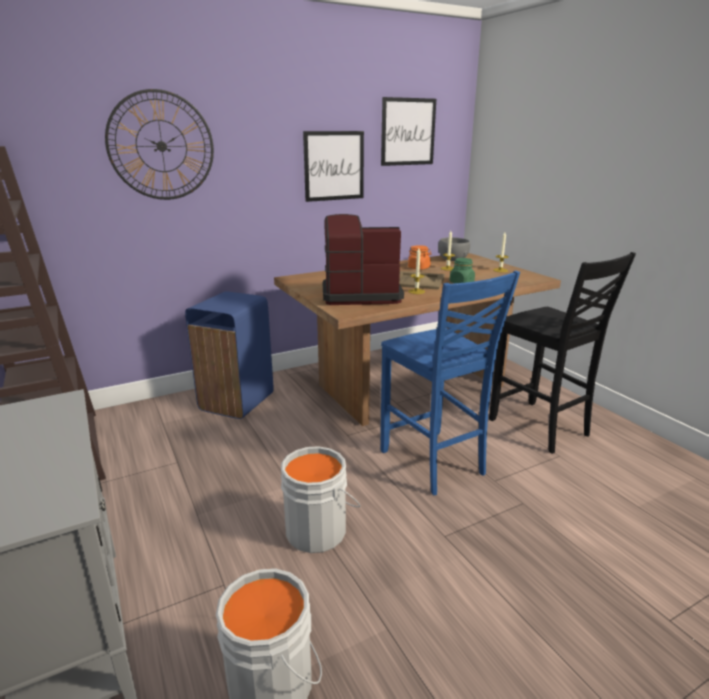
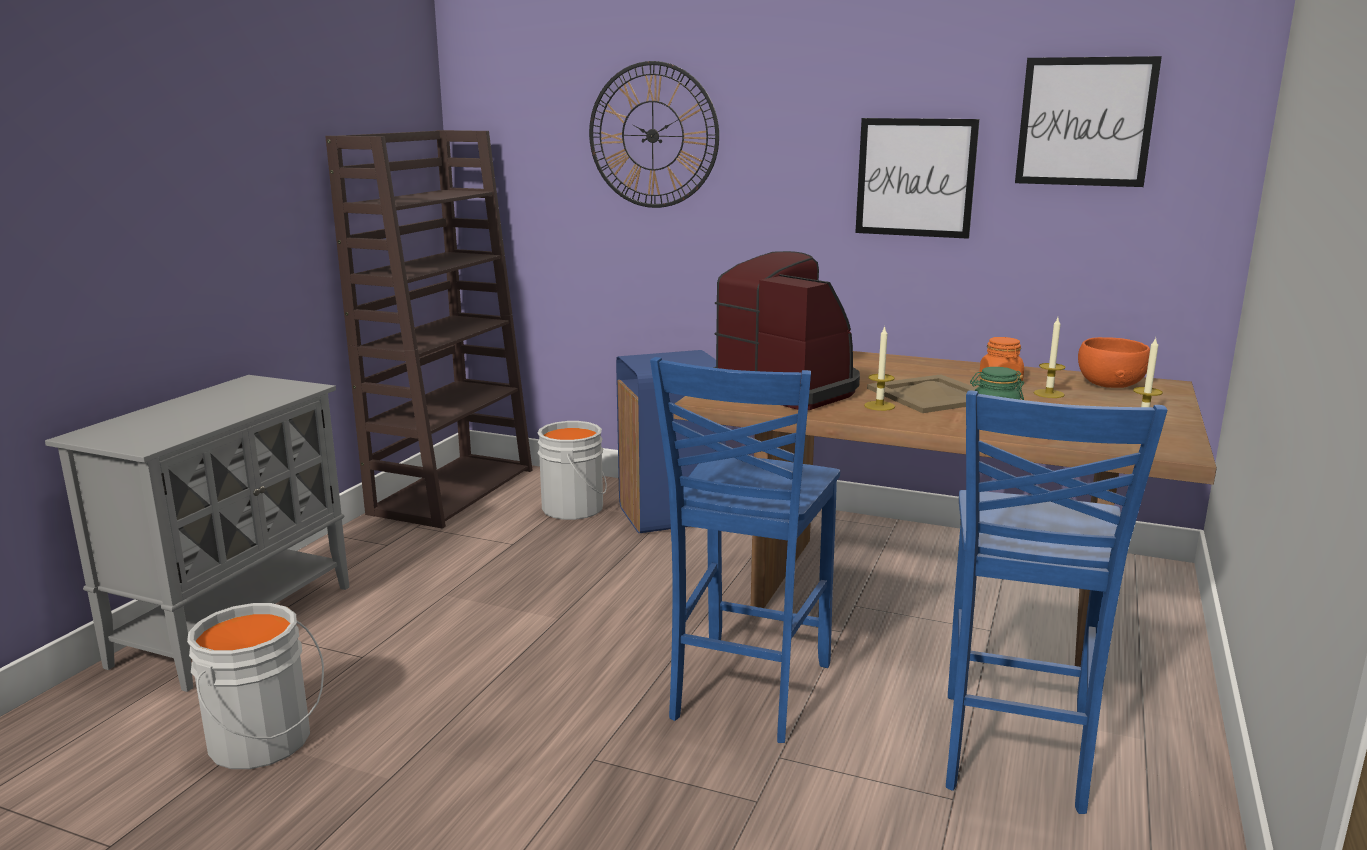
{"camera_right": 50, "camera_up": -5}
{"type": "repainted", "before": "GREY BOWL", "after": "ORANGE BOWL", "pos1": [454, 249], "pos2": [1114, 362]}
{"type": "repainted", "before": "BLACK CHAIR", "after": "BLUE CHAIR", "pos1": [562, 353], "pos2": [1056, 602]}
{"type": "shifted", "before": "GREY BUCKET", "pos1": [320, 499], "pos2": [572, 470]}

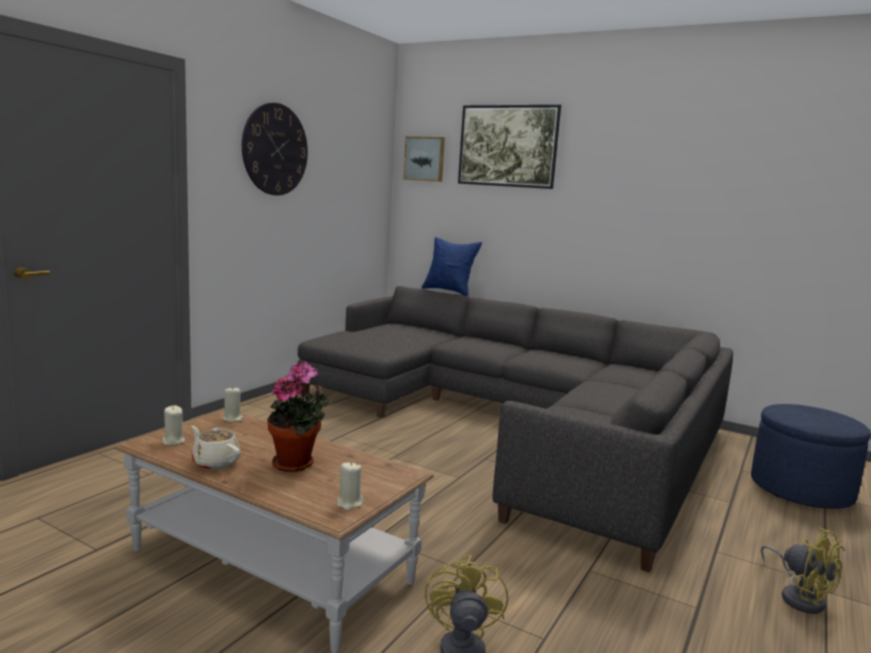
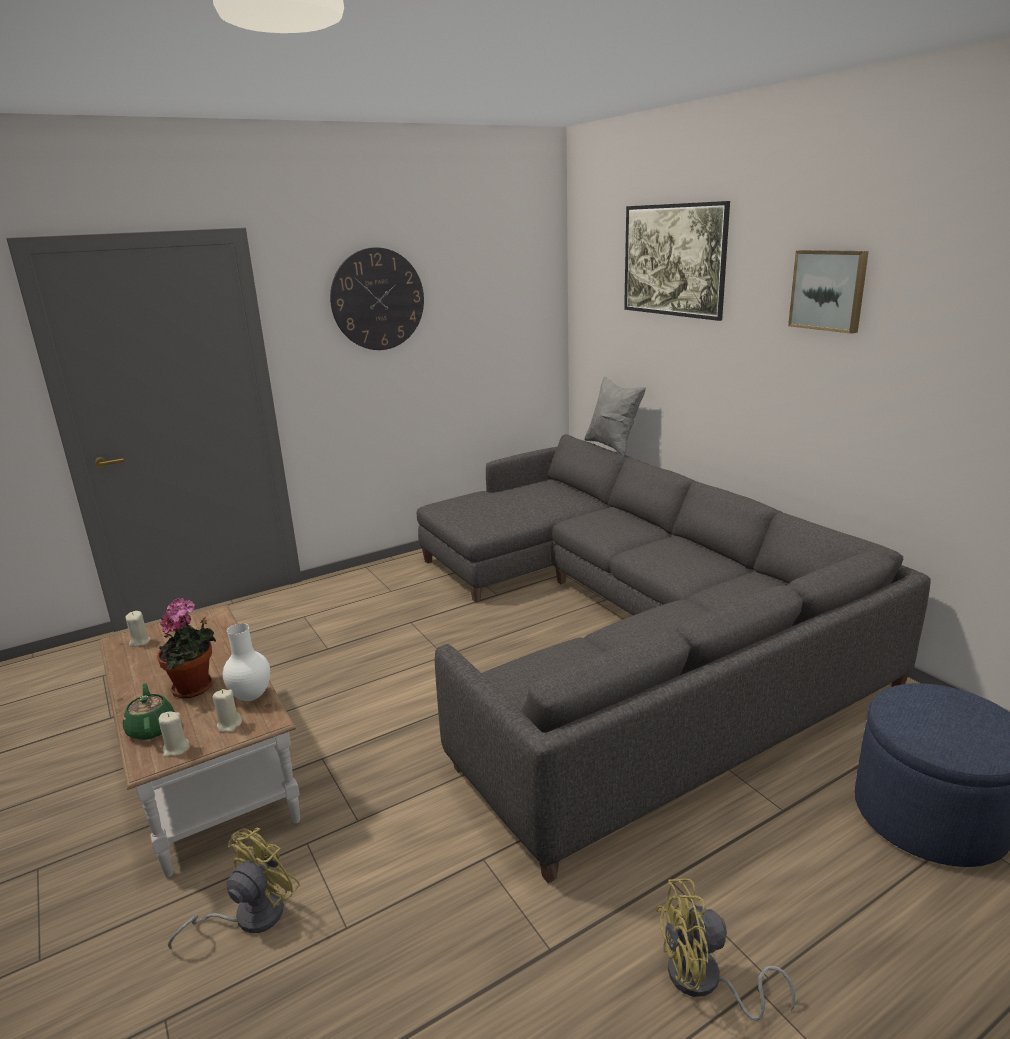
{"camera_right": 30, "camera_up": 10}
{"type": "shifted", "before": "PICTURE", "pos1": [424, 159], "pos2": [828, 292]}
{"type": "repainted", "before": "BLUE PILLOW", "after": "GREY PILLOW", "pos1": [452, 267], "pos2": [615, 417]}
{"type": "shifted", "before": "BEIGE CANDLE", "pos1": [233, 404], "pos2": [227, 710]}
{"type": "gone", "before": "BEIGE TEAPOT", "pos1": [216, 448]}
{"type": "rotated", "before": "YELLOW FAN", "pos1": [802, 570], "pos2": [725, 950], "turn": 90}
{"type": "new", "after": "WHITE VASE", "pos2": [246, 662]}
{"type": "new", "after": "GREEN TEAPOT", "pos2": [149, 711]}

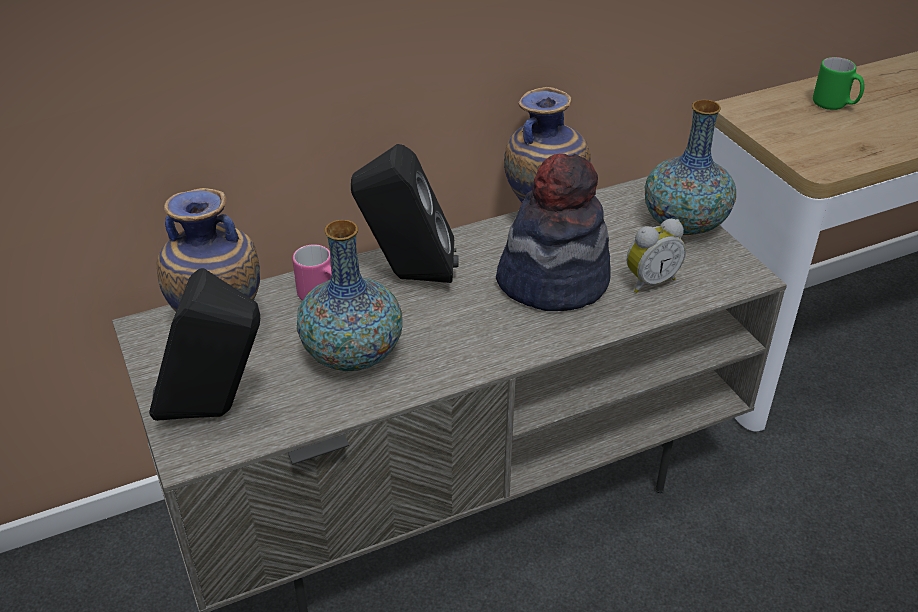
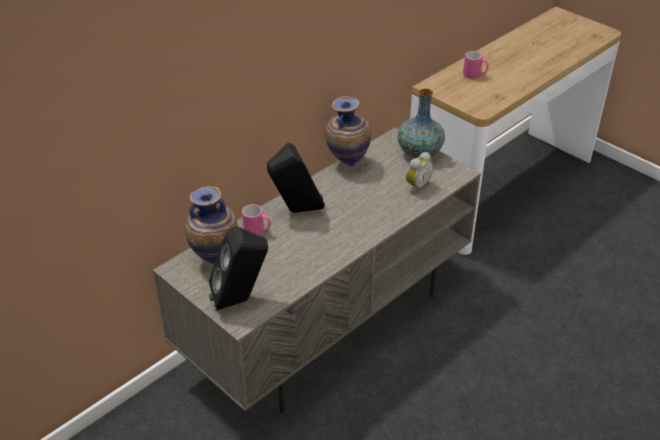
{"camera_right": -20, "camera_up": 0}
{"type": "repainted", "before": "GREEN MUG", "after": "PINK MUG", "pos1": [839, 83], "pos2": [476, 65]}
{"type": "gone", "before": "HAT", "pos1": [553, 232]}
{"type": "gone", "before": "VASE", "pos1": [350, 295]}

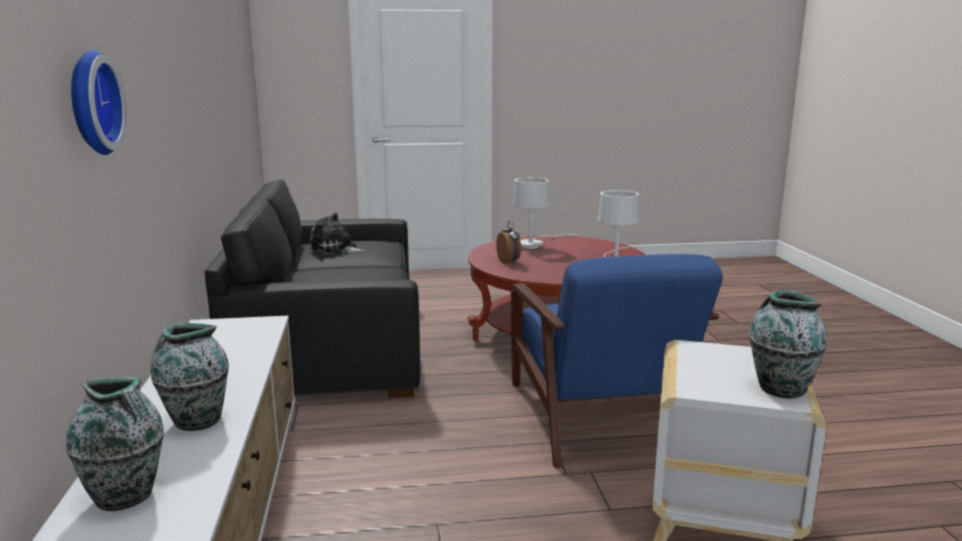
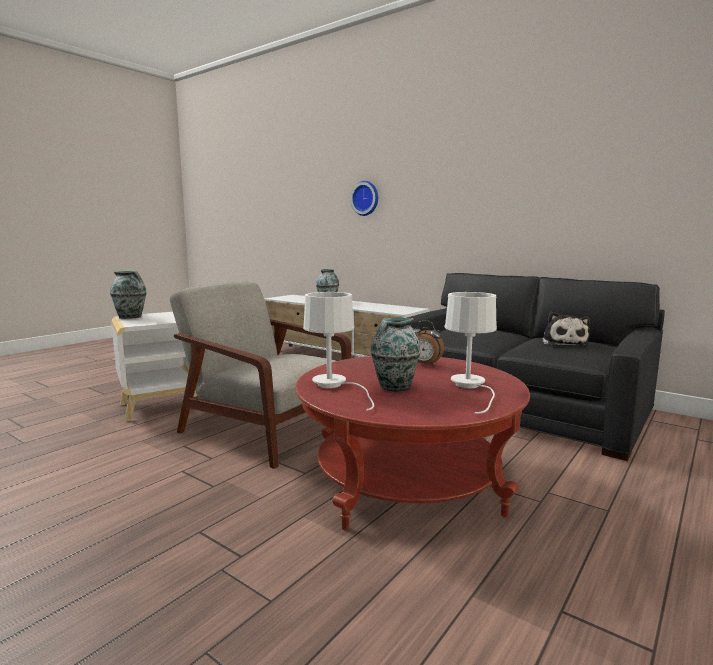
{"camera_right": 135, "camera_up": -5}
{"type": "rotated", "before": "PLUSH TOY", "pos1": [337, 233], "pos2": [566, 329], "turn": 120}
{"type": "repainted", "before": "BLUE ARMCHAIR", "after": "GREY ARMCHAIR", "pos1": [617, 361], "pos2": [261, 375]}
{"type": "shifted", "before": "VASE", "pos1": [115, 444], "pos2": [395, 355]}

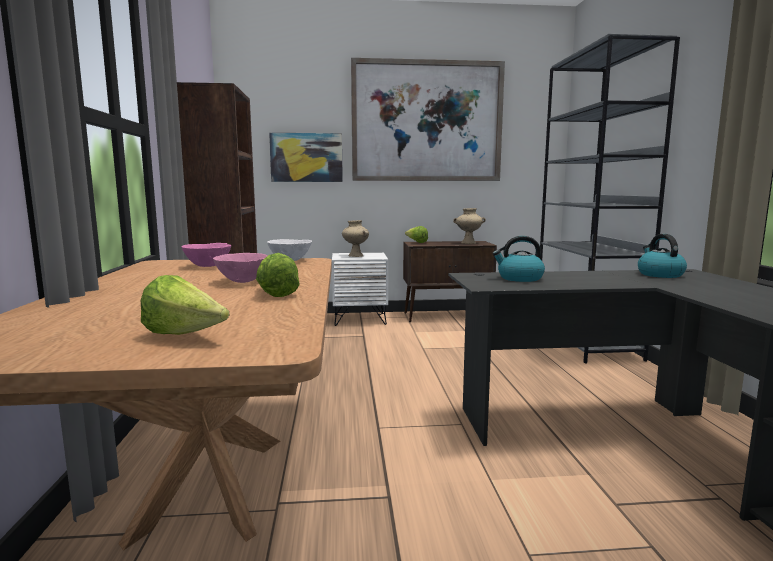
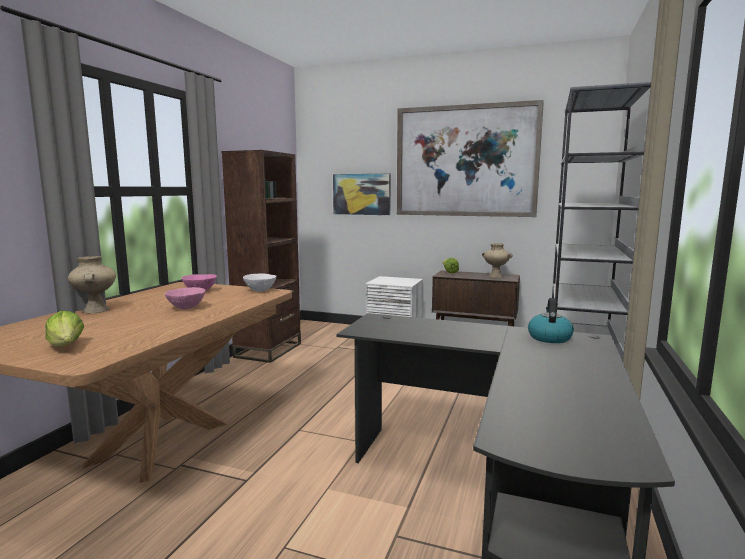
{"camera_right": 25, "camera_up": 0}
{"type": "shifted", "before": "BEIGE VASE", "pos1": [355, 238], "pos2": [92, 284]}
{"type": "gone", "before": "KETTLE", "pos1": [518, 259]}
{"type": "gone", "before": "LETTUCE", "pos1": [278, 275]}

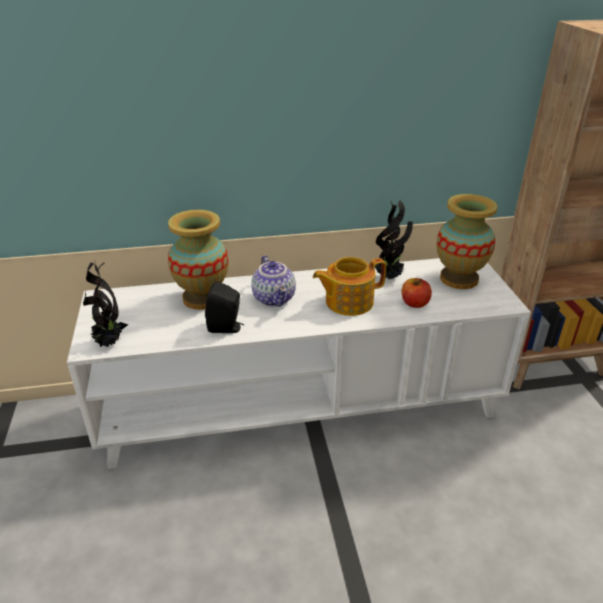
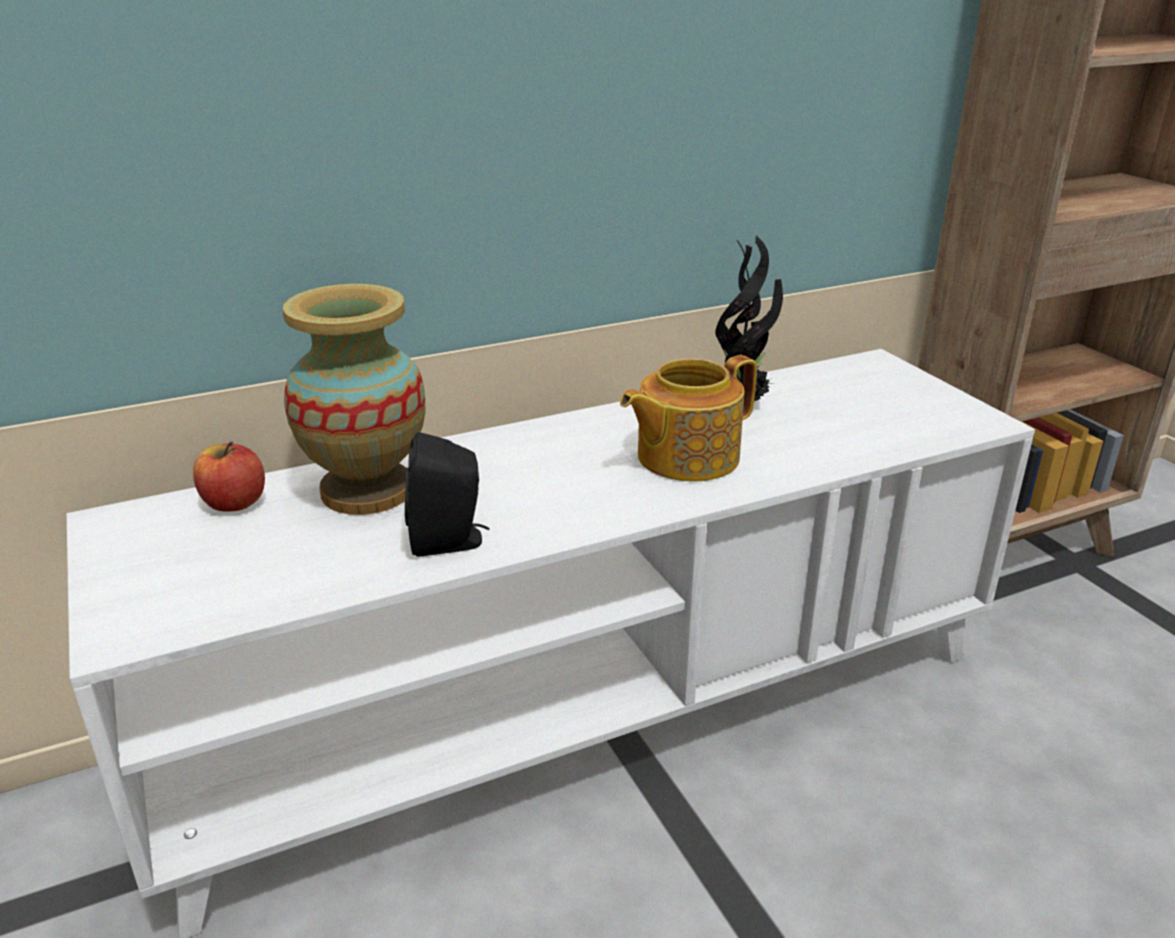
{"camera_right": -15, "camera_up": -5}
{"type": "gone", "before": "VASE", "pos1": [467, 241]}
{"type": "gone", "before": "TEAPOT", "pos1": [273, 281]}
{"type": "gone", "before": "POTTED PLANT", "pos1": [106, 304]}
{"type": "shifted", "before": "APPLE", "pos1": [417, 293], "pos2": [229, 476]}

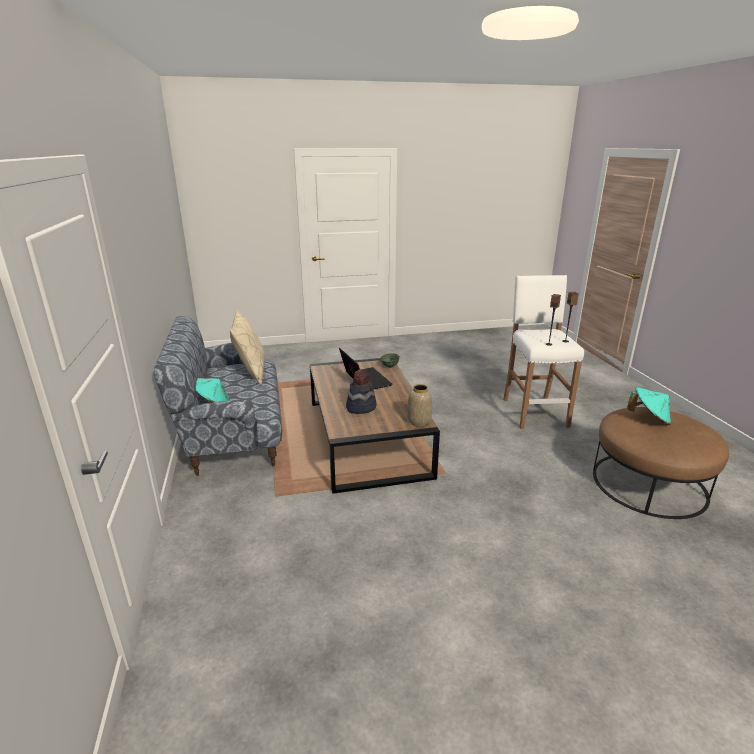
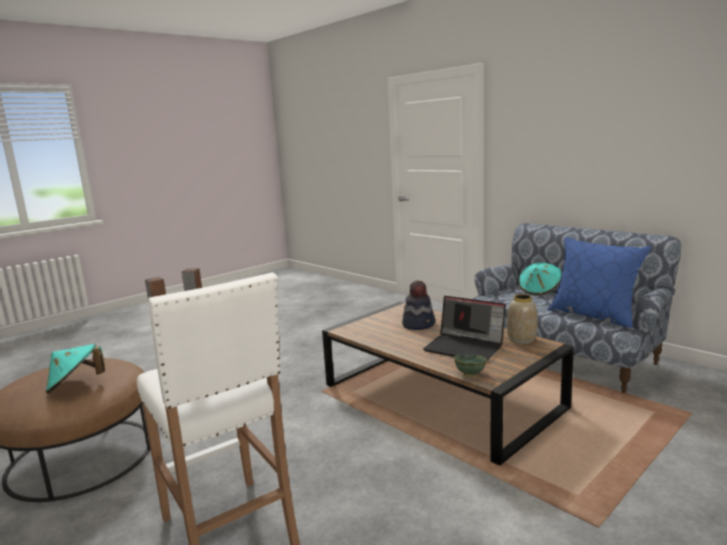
{"camera_right": 150, "camera_up": -10}
{"type": "repainted", "before": "BEIGE PILLOW", "after": "BLUE PILLOW", "pos1": [247, 347], "pos2": [600, 283]}
{"type": "shifted", "before": "VASE", "pos1": [419, 405], "pos2": [522, 319]}

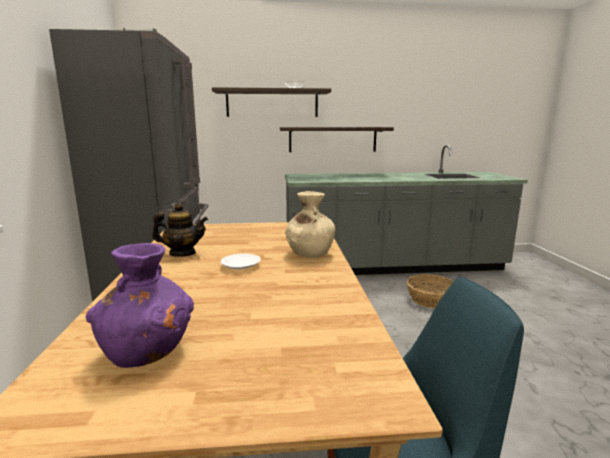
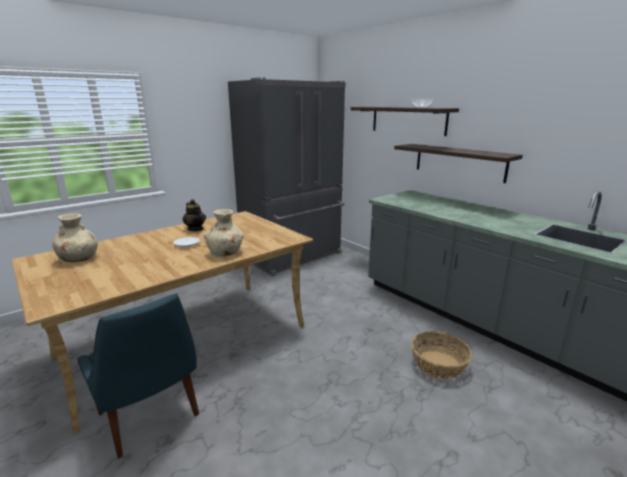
{"camera_right": 55, "camera_up": 5}
{"type": "repainted", "before": "PURPLE VASE", "after": "BEIGE VASE", "pos1": [140, 305], "pos2": [75, 237]}

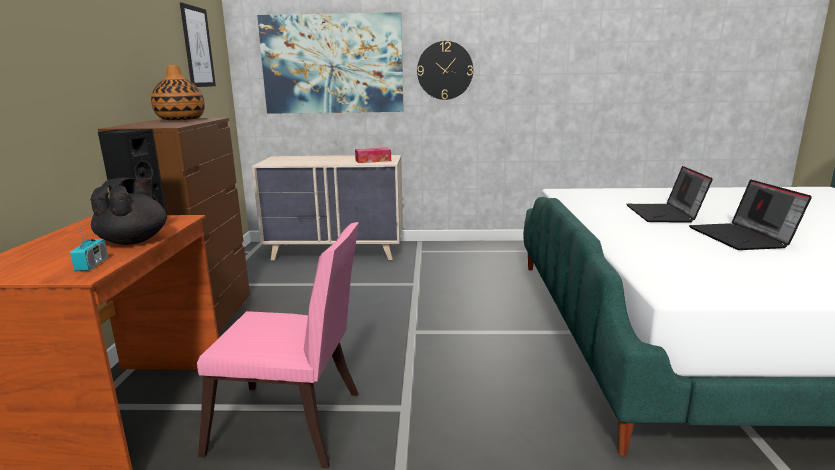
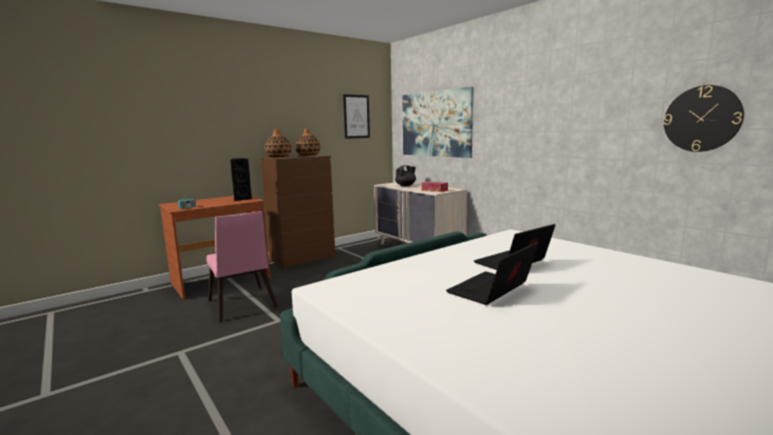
{"camera_right": 50, "camera_up": -5}
{"type": "shifted", "before": "WALL CLOCK", "pos1": [445, 70], "pos2": [704, 118]}
{"type": "shifted", "before": "BLACK TEAPOT", "pos1": [128, 211], "pos2": [405, 175]}
{"type": "new", "after": "VASE", "pos2": [278, 143]}

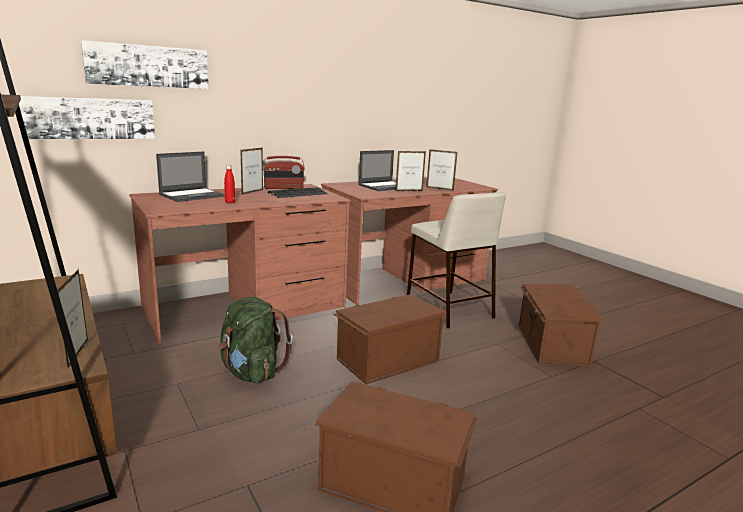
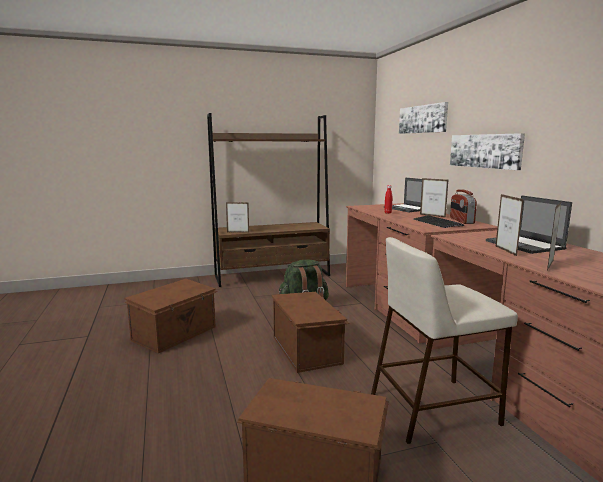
{"camera_right": 105, "camera_up": -5}
{"type": "shifted", "before": "PICTURE", "pos1": [87, 117], "pos2": [487, 151]}

